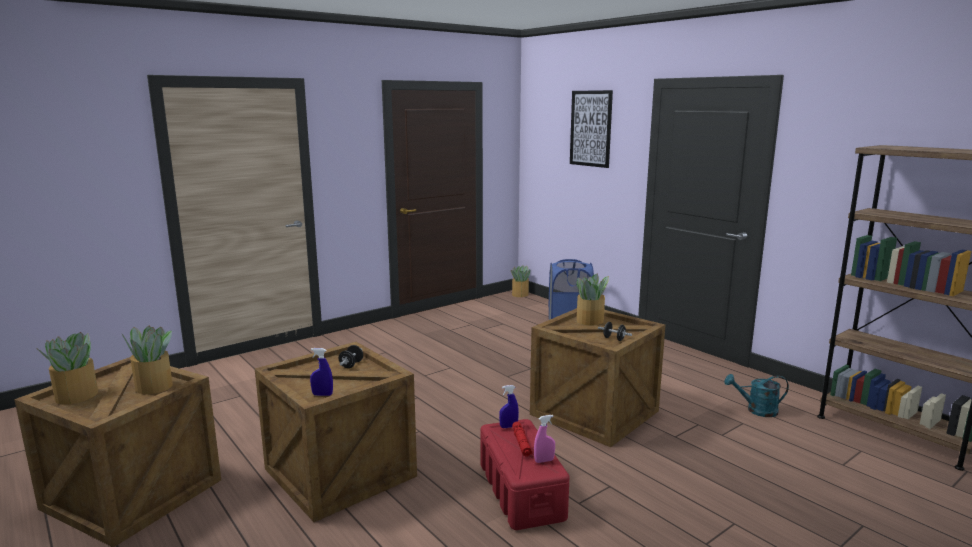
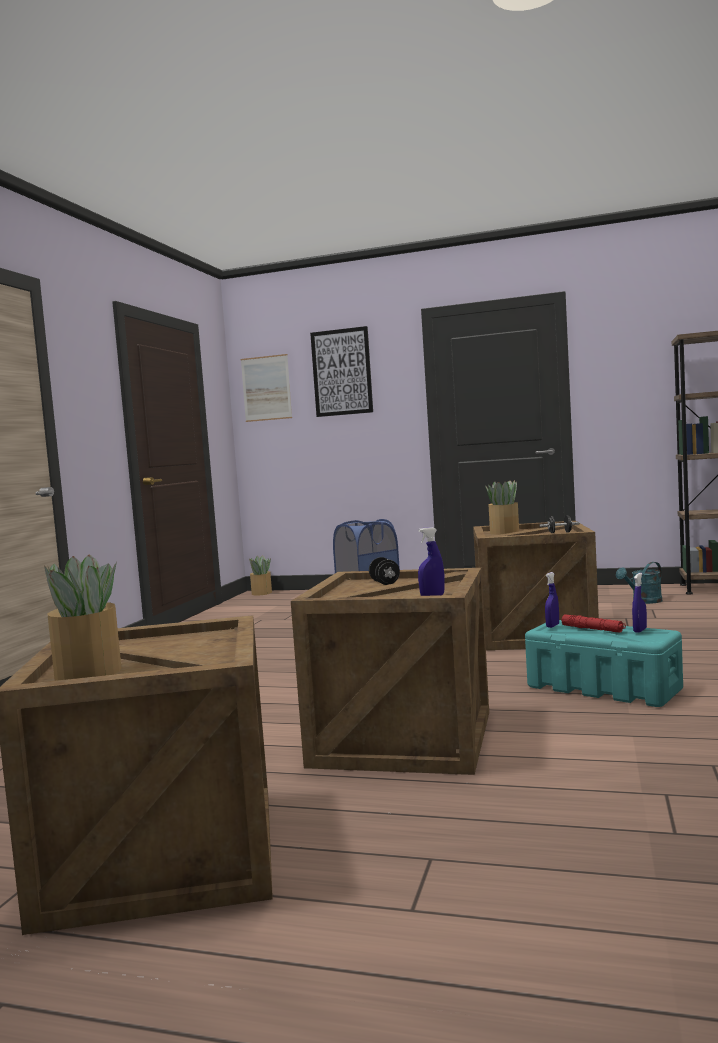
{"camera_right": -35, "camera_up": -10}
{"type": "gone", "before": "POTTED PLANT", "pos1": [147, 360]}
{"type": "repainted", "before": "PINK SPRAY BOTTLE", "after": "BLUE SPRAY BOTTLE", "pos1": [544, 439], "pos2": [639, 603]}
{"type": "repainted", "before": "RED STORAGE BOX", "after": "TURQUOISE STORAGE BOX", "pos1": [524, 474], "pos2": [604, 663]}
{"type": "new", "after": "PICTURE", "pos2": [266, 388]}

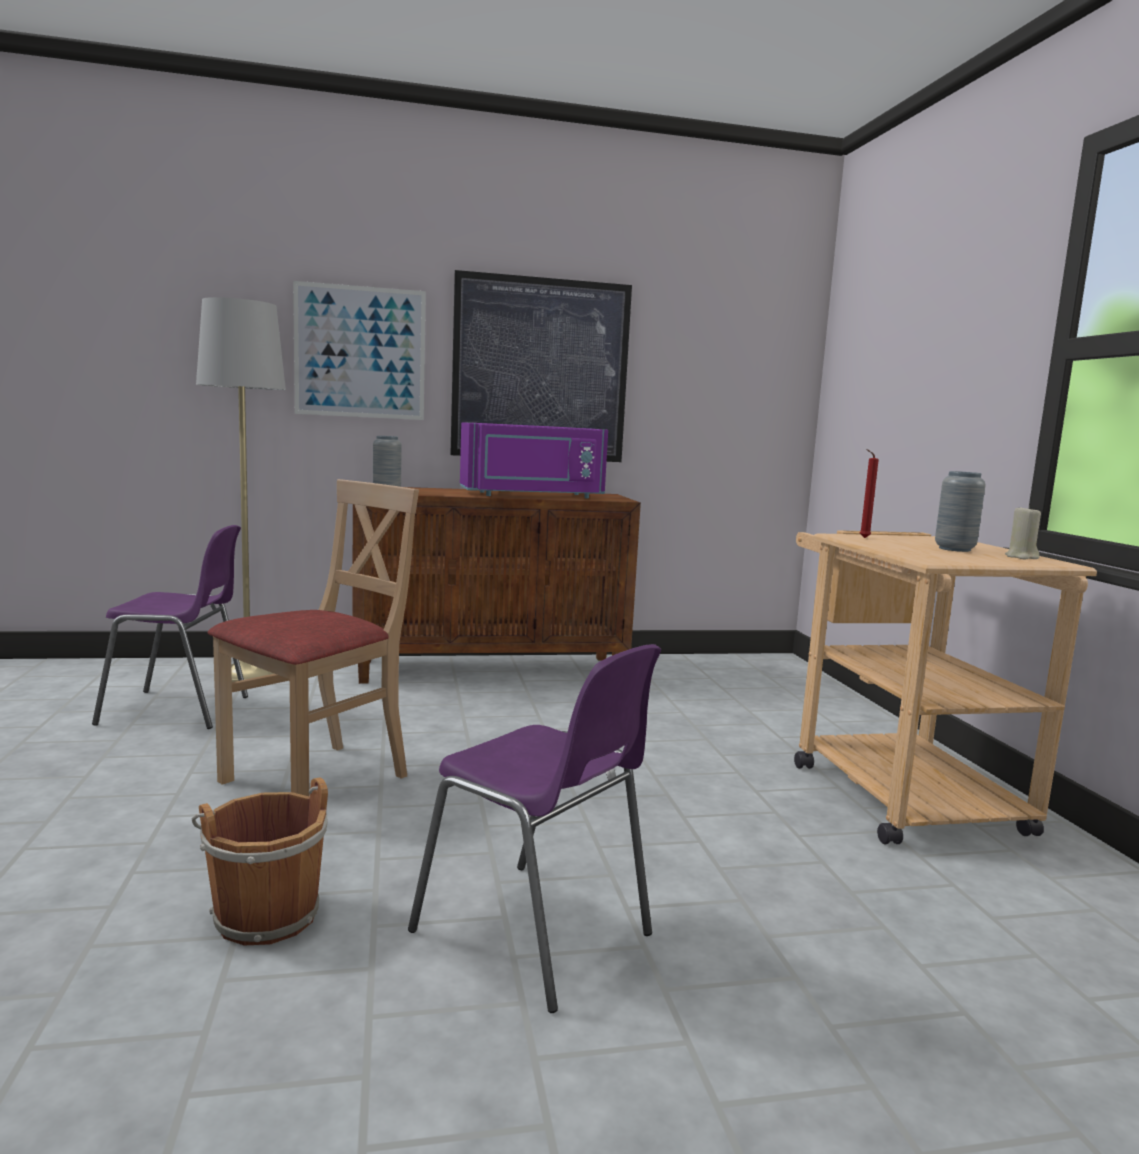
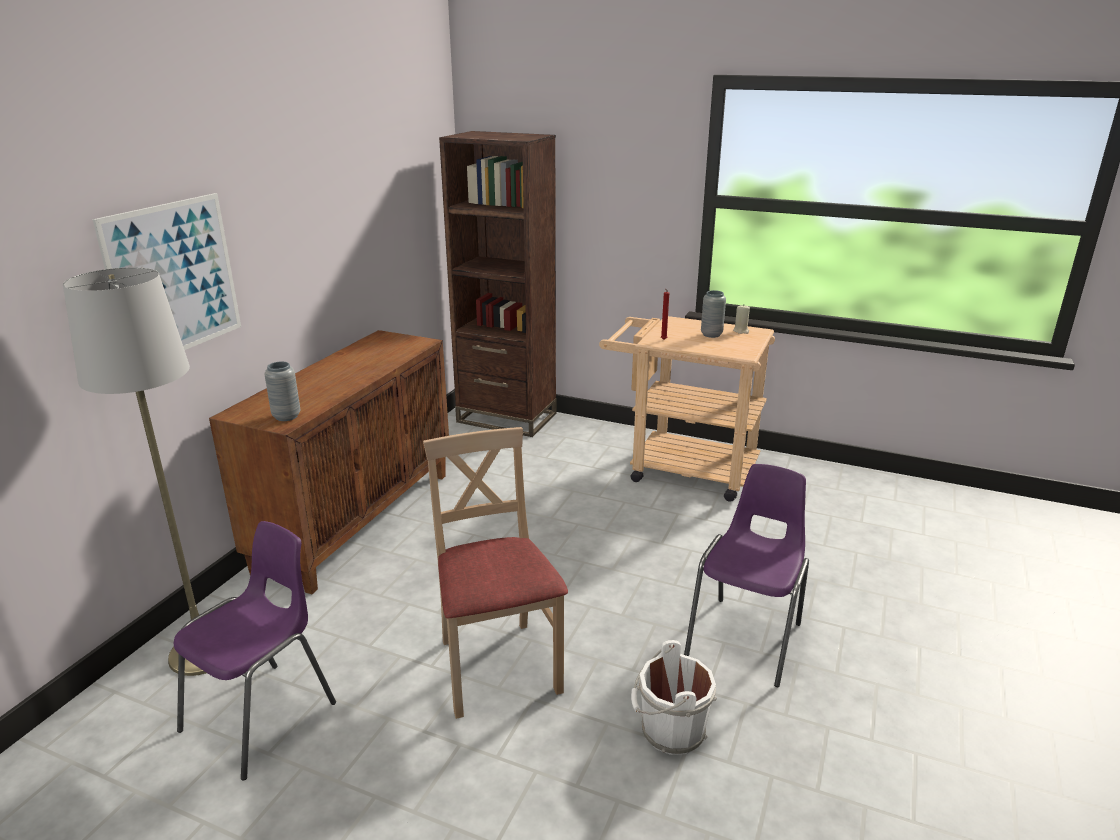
{"camera_right": -55, "camera_up": 15}
{"type": "gone", "before": "PICTURE", "pos1": [541, 366]}
{"type": "gone", "before": "PURPLE MICROWAVE", "pos1": [534, 460]}
{"type": "rotated", "before": "PURPLE CHAIR", "pos1": [534, 828], "pos2": [746, 575], "turn": -45}
{"type": "repainted", "before": "BROWN BUCKET", "after": "WHITE BUCKET", "pos1": [260, 861], "pos2": [674, 697]}
{"type": "new", "after": "BROWN BOOKCASE", "pos2": [497, 284]}

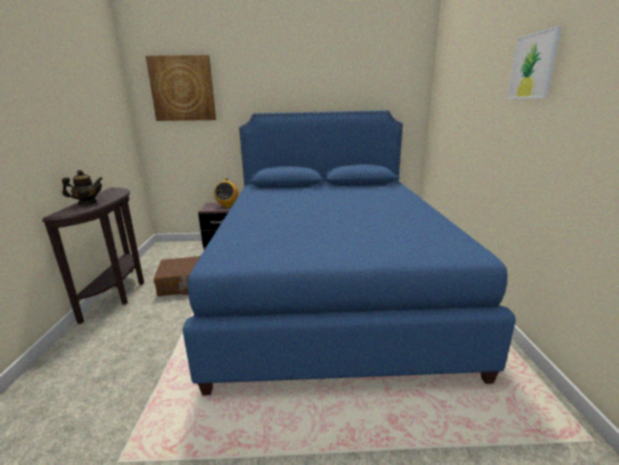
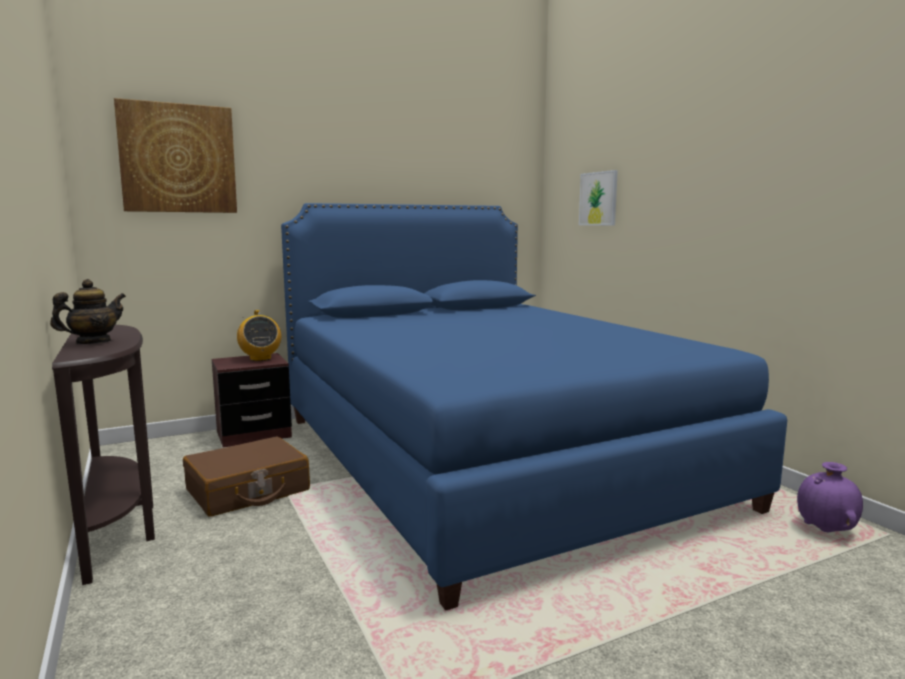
{"camera_right": -25, "camera_up": -10}
{"type": "shifted", "before": "PICTURE", "pos1": [534, 62], "pos2": [598, 197]}
{"type": "new", "after": "PURPLE VASE", "pos2": [830, 497]}

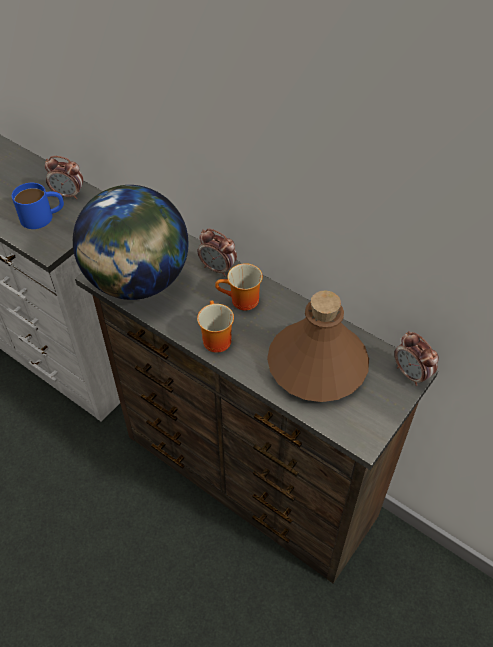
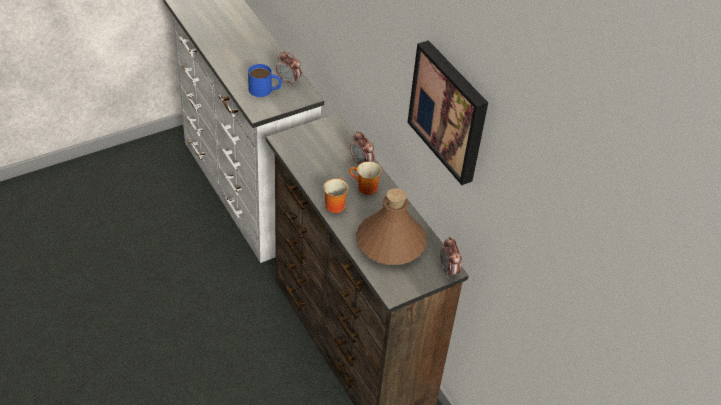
{"camera_right": 20, "camera_up": -5}
{"type": "gone", "before": "GLOBE", "pos1": [130, 242]}
{"type": "new", "after": "PICTURE", "pos2": [447, 112]}

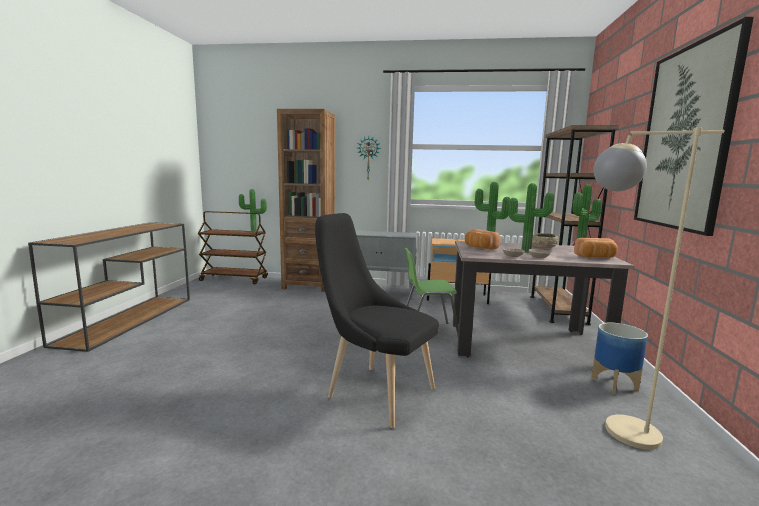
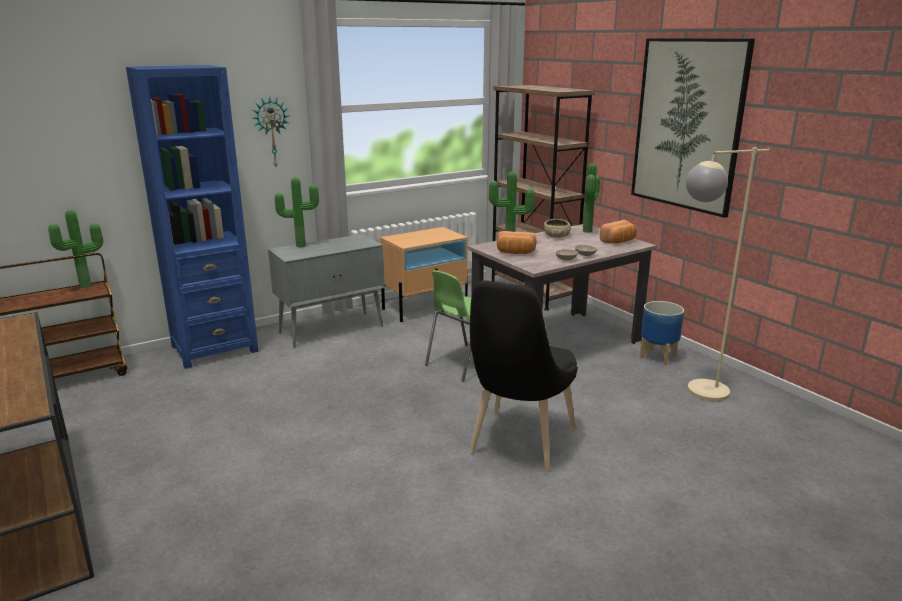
{"camera_right": -40, "camera_up": 10}
{"type": "repainted", "before": "BROWN BOOKCASE", "after": "BLUE BOOKCASE", "pos1": [306, 200], "pos2": [192, 217]}
{"type": "shifted", "before": "POTTED PLANT", "pos1": [531, 218], "pos2": [297, 212]}
{"type": "rotated", "before": "BLACK CHAIR", "pos1": [377, 320], "pos2": [524, 376], "turn": -60}

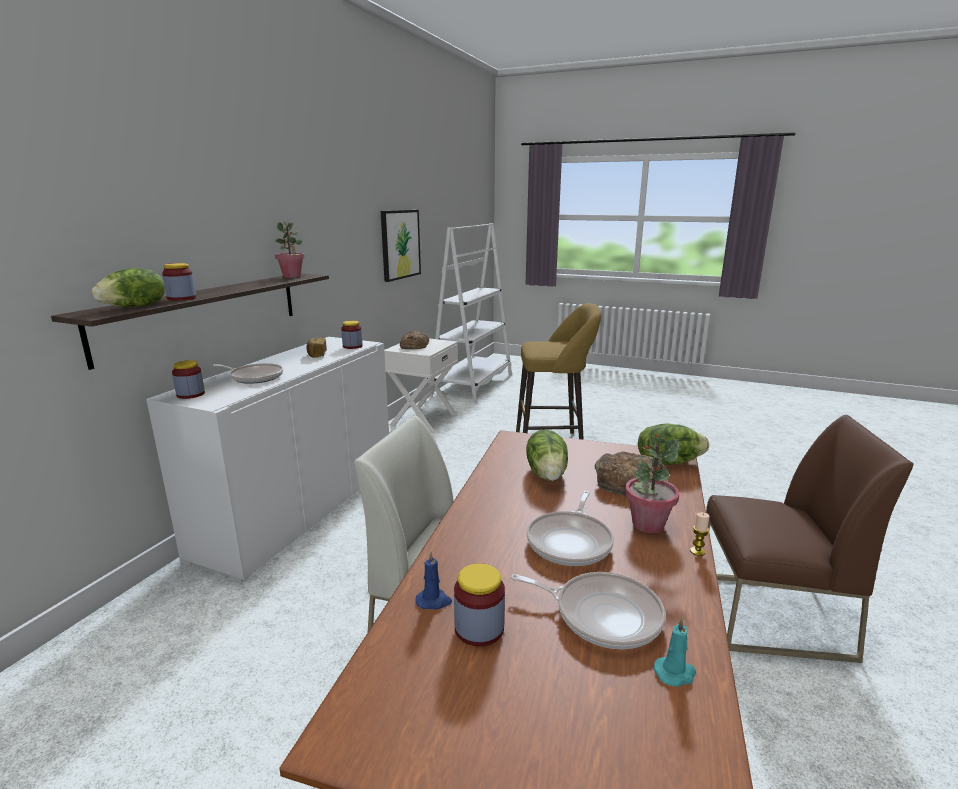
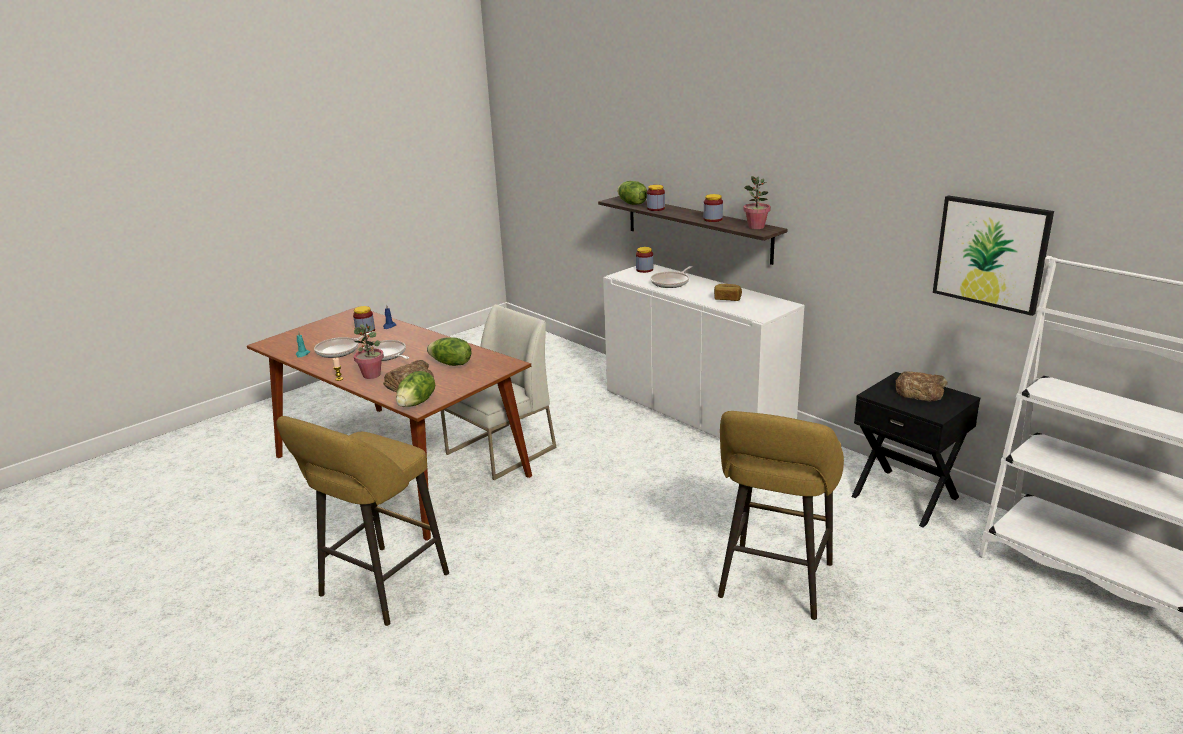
{"camera_right": 115, "camera_up": 5}
{"type": "shifted", "before": "JAR", "pos1": [352, 335], "pos2": [713, 208]}
{"type": "repainted", "before": "WHITE NIGHTSTAND", "after": "BLACK NIGHTSTAND", "pos1": [421, 386], "pos2": [915, 449]}
{"type": "swapped", "before": "BROWN CHAIR", "after": "YELLOW STOOL", "pos1": [810, 539], "pos2": [362, 521]}

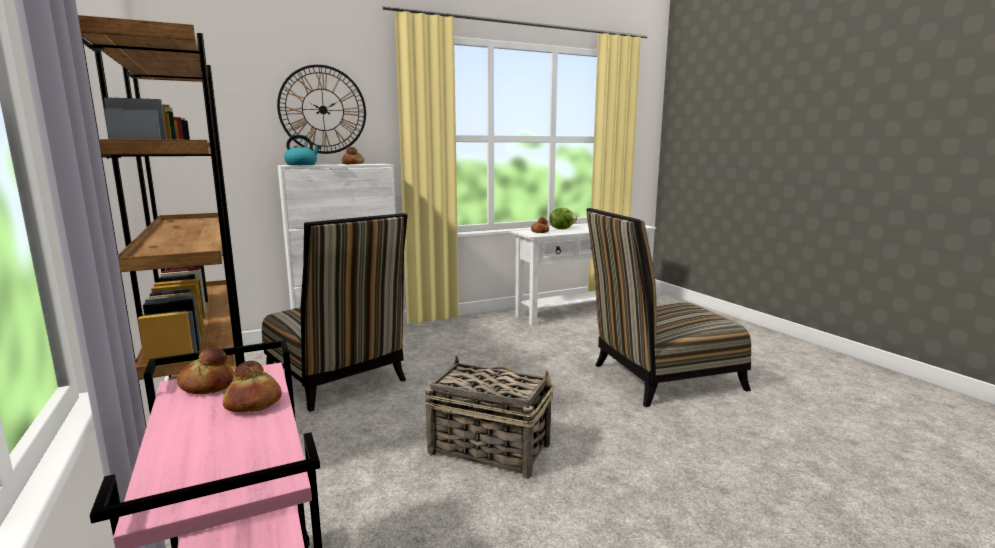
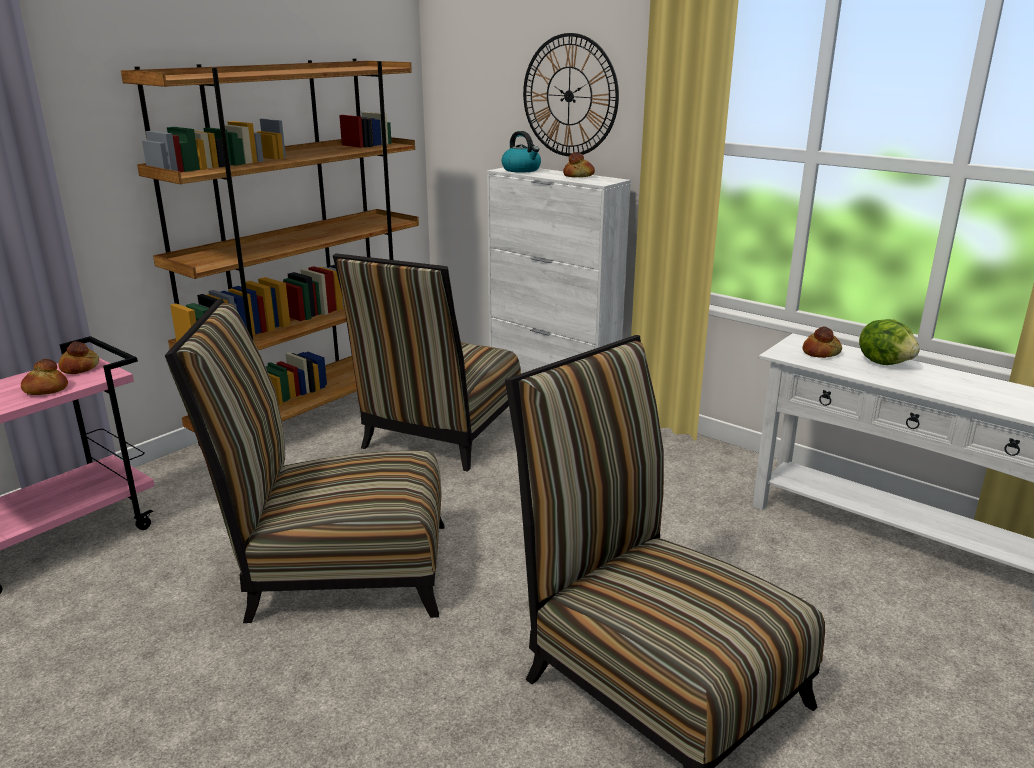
{"camera_right": 65, "camera_up": 10}
{"type": "swapped", "before": "BASKET", "after": "CHAIR", "pos1": [488, 417], "pos2": [305, 461]}

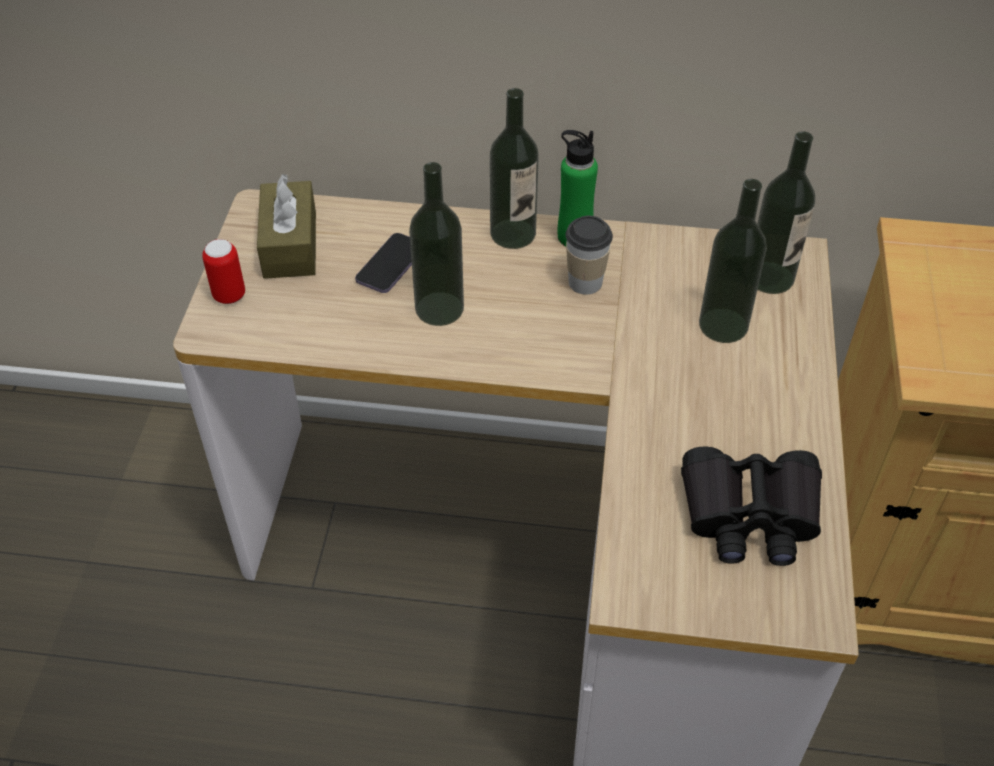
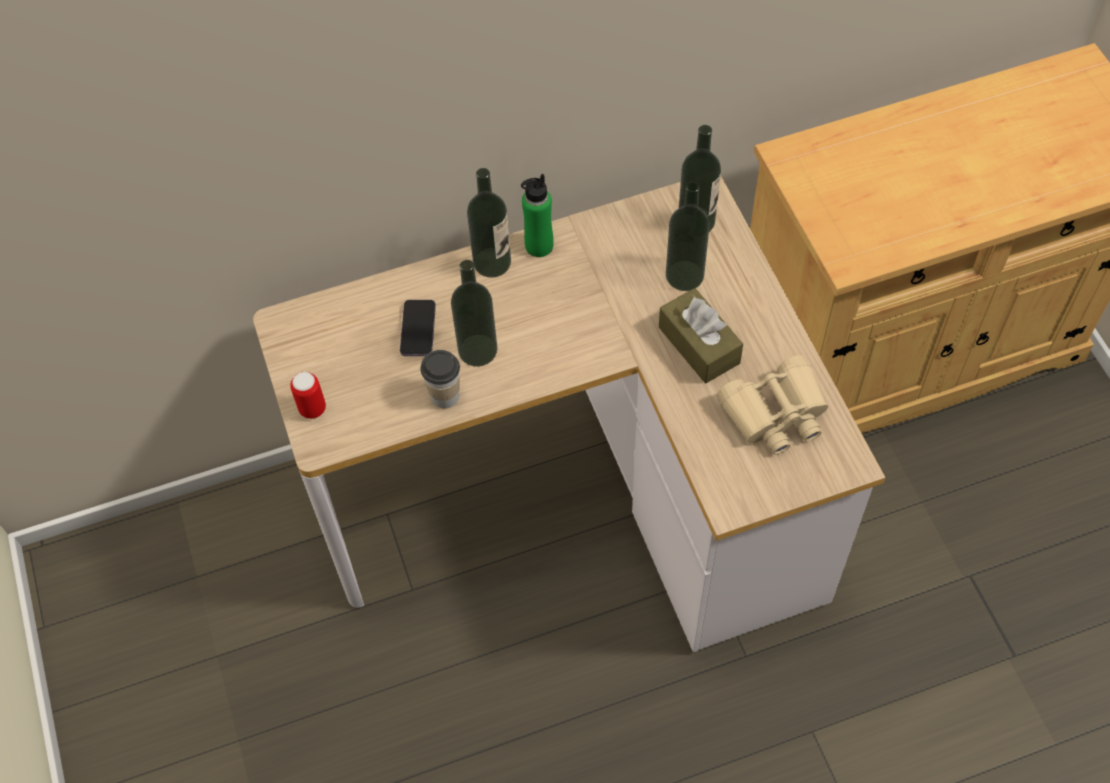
{"camera_right": -25, "camera_up": 10}
{"type": "shifted", "before": "BROWN TISSUE BOX", "pos1": [286, 226], "pos2": [701, 335]}
{"type": "shifted", "before": "CUP", "pos1": [589, 255], "pos2": [440, 379]}
{"type": "repainted", "before": "BLACK BINOCULARS", "after": "BEIGE BINOCULARS", "pos1": [751, 506], "pos2": [772, 405]}

